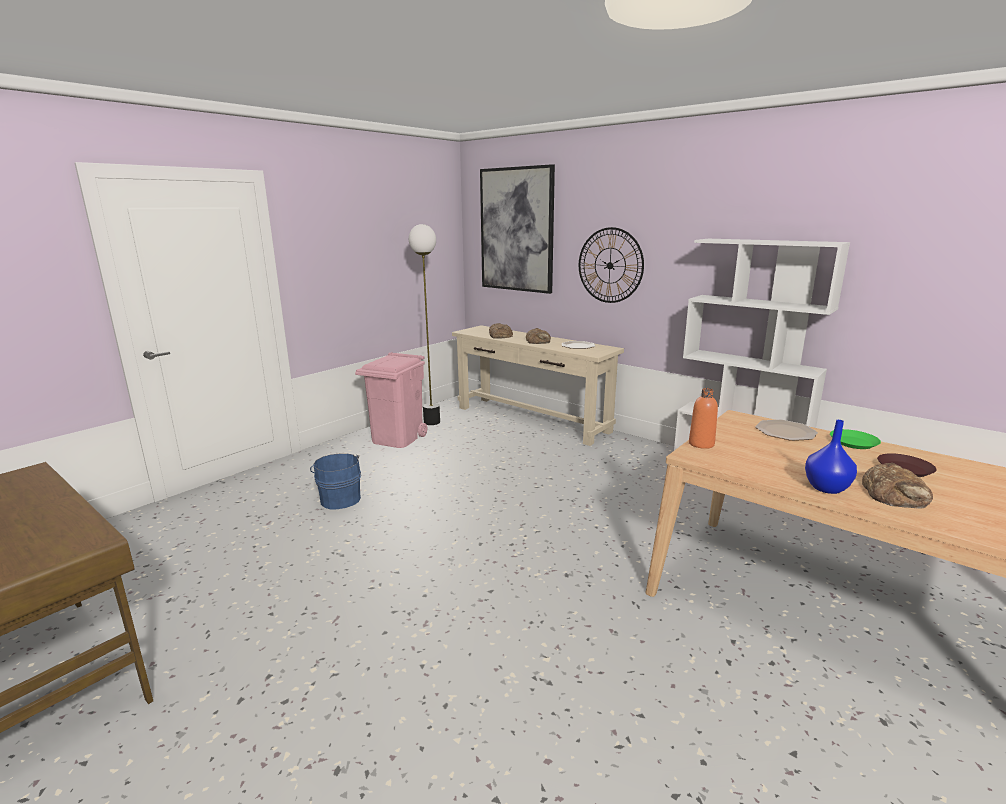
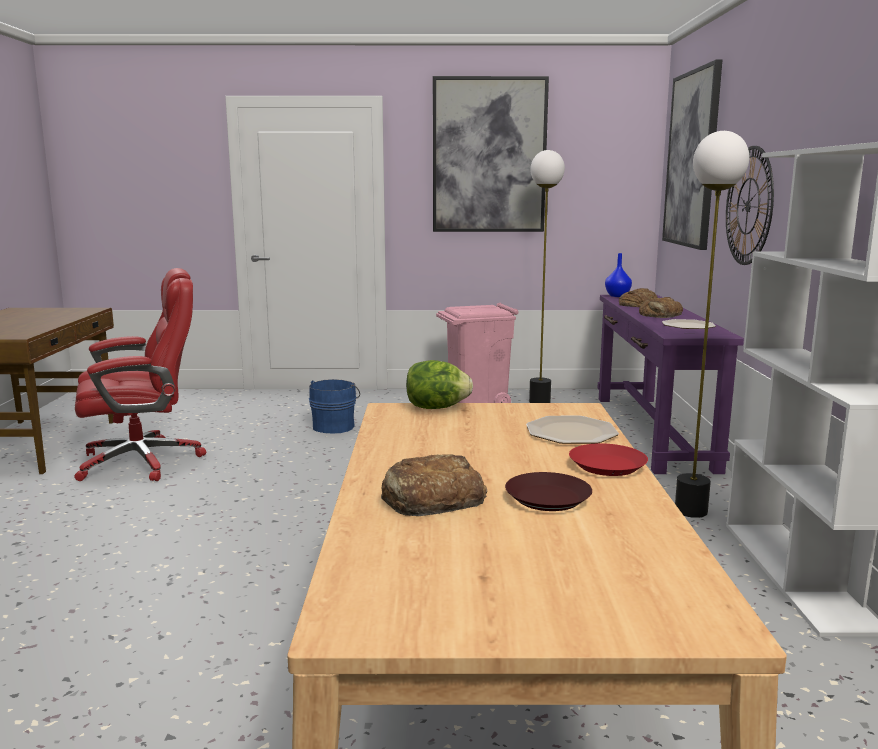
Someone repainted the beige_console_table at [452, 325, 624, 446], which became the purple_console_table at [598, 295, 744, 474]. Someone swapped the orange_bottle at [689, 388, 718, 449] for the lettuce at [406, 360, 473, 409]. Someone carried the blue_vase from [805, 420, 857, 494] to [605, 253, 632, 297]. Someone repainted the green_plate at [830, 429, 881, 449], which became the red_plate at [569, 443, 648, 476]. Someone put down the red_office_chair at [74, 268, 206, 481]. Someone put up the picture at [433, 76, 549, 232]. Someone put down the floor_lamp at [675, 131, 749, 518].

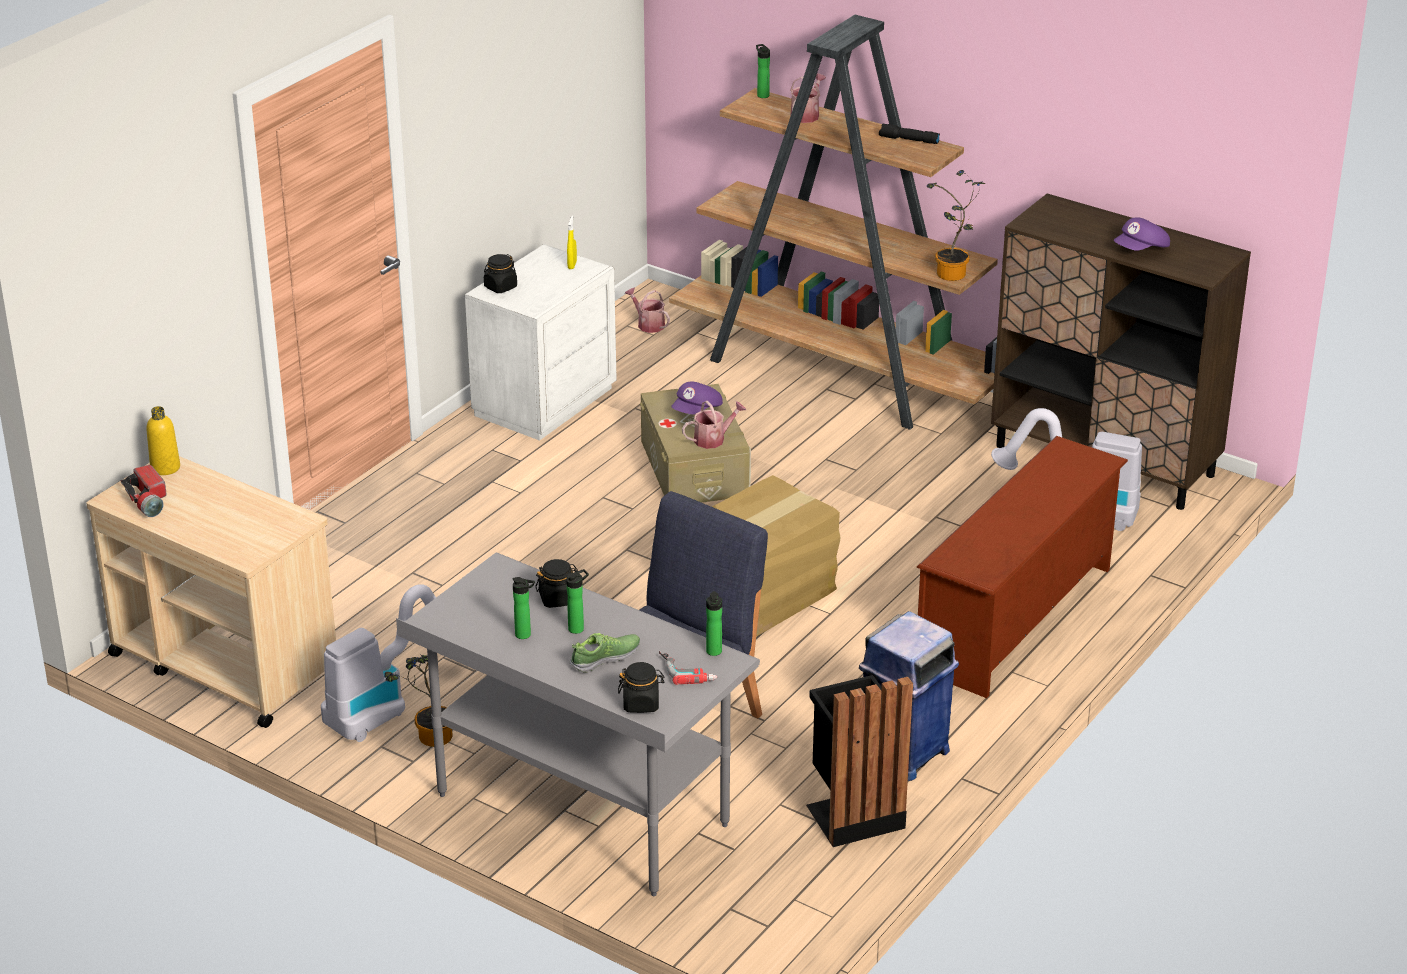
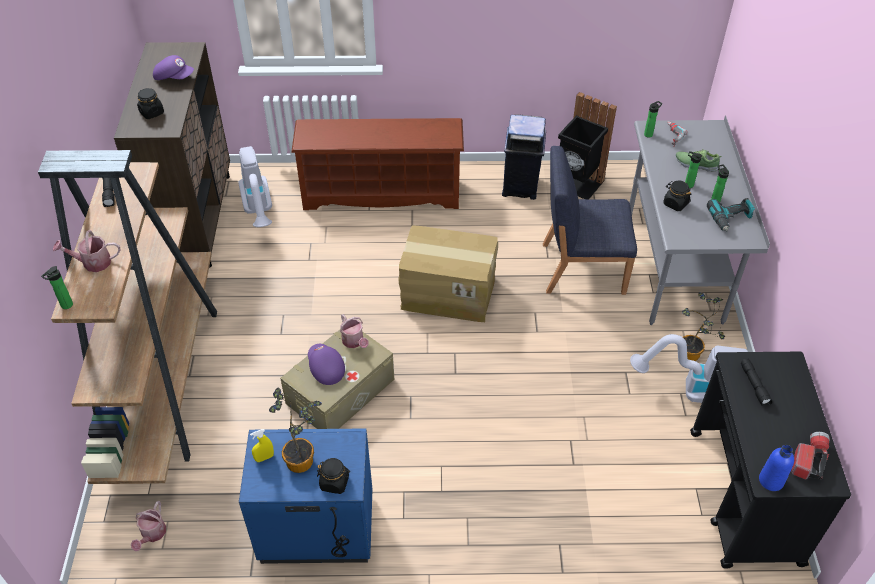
Someone repainted the beige_cart at [87, 456, 336, 728], which became the black_cart at [690, 352, 851, 569]. Someone repainted the yellow_bottle at [147, 406, 180, 475], which became the blue_bottle at [759, 445, 794, 491]. Someone repainted the white_nightstand at [465, 244, 617, 441], which became the blue_nightstand at [239, 428, 373, 564]. Someone carried the black_jar from [618, 662, 665, 713] to [137, 88, 164, 119]. Someone rotated the purple_cap at [671, 381, 723, 415] by 120 degrees counterclockwise. Someone rotated the watering_can at [682, 401, 746, 449] by 150 degrees counterclockwise. Someone carried the potted_plant from [927, 170, 986, 281] to [269, 388, 322, 473]. Someone put down the power_drill at [707, 198, 755, 232]. Someone put down the black_flashlight at [741, 359, 773, 406].

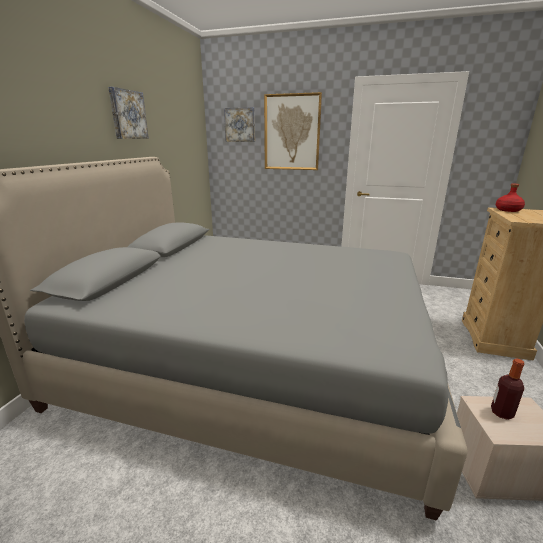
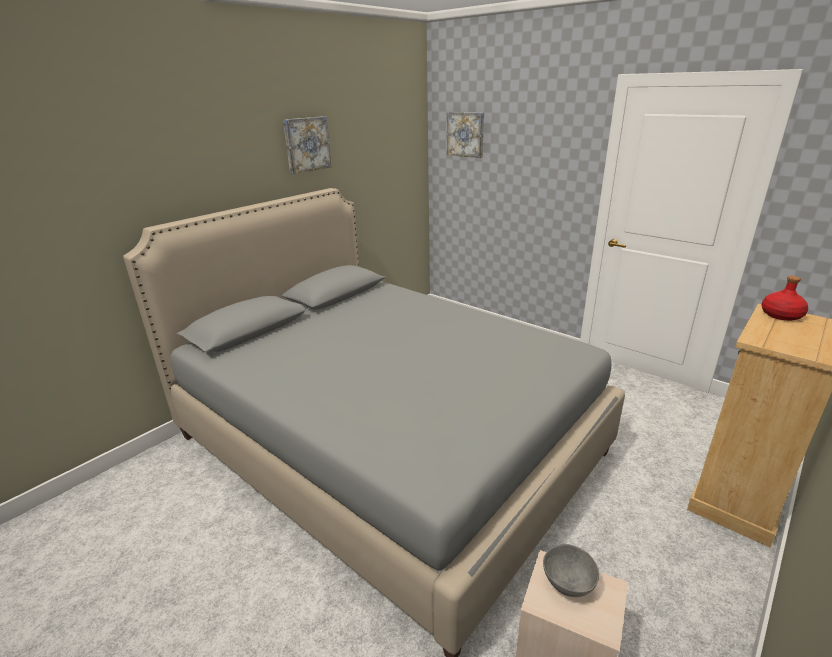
Someone took away the picture at [264, 92, 322, 170]. Someone swapped the bottle at [491, 358, 524, 420] for the grey_bowl at [543, 544, 599, 597].

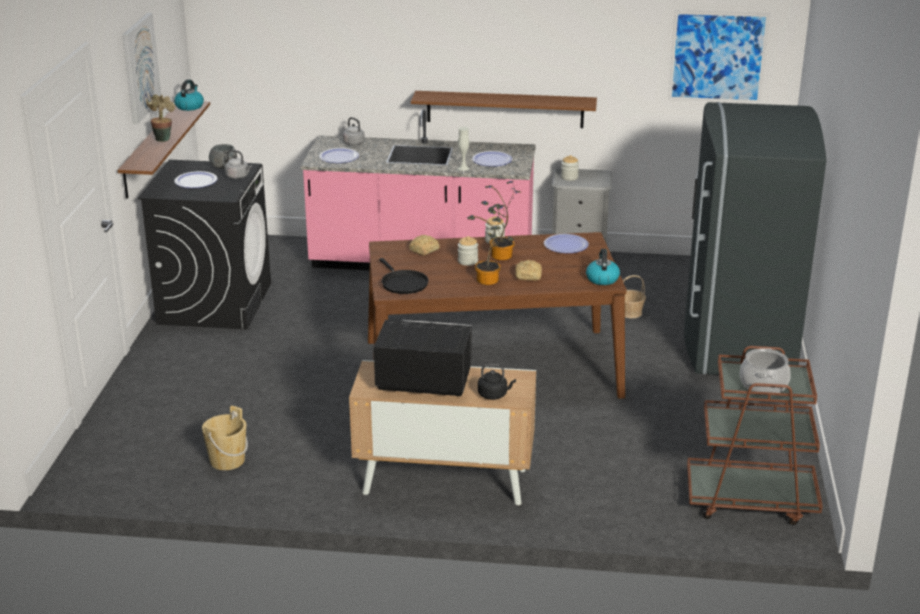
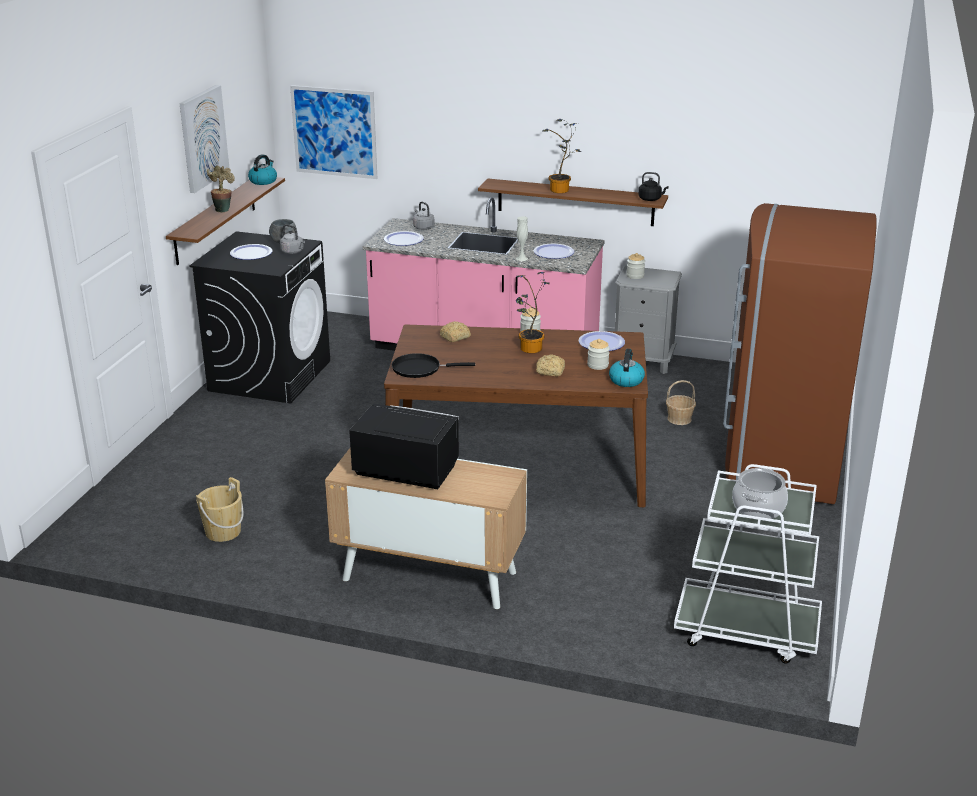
Someone rotated the black_frying_pan at [379, 258, 429, 294] by 105 degrees clockwise. Someone carried the jar from [458, 236, 478, 266] to [587, 339, 610, 370]. Someone carried the potted_plant from [467, 201, 514, 285] to [542, 119, 580, 193]. Someone carried the black_kettle from [478, 364, 516, 400] to [639, 172, 669, 201]. Someone carried the picture from [668, 10, 770, 104] to [290, 85, 377, 179]. Someone repainted the grey_fridge at [684, 102, 826, 375], which became the brown_fridge at [723, 203, 877, 505]. Someone repainted the brown_cart at [687, 346, 823, 525], which became the white_cart at [674, 464, 822, 663].

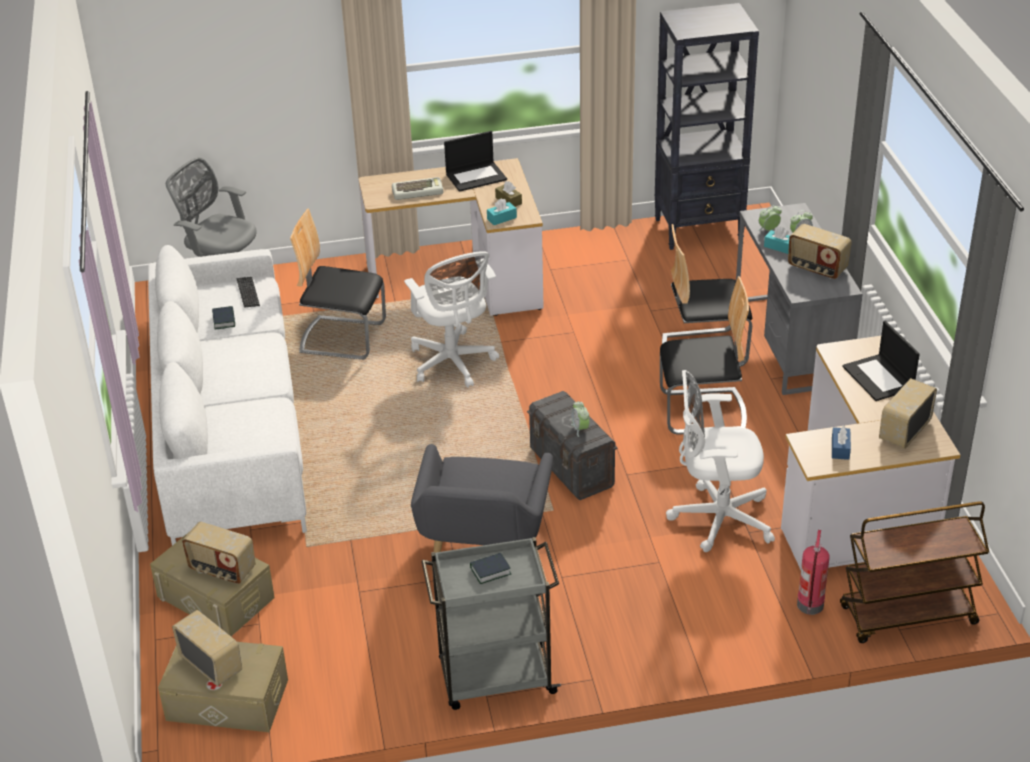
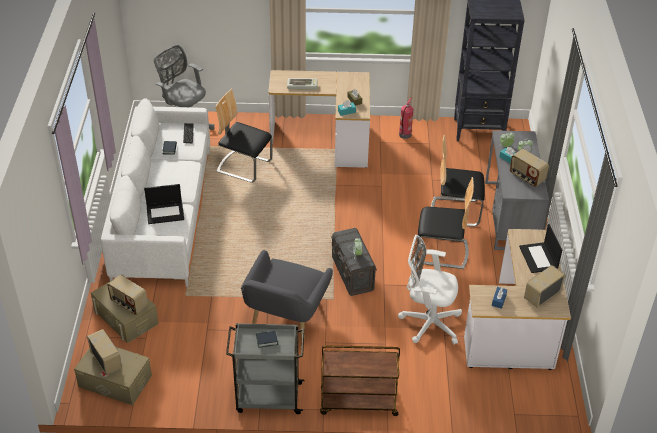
Someone took away the white_office_chair at [404, 251, 499, 388]. Someone carried the laptop from [444, 131, 507, 192] to [144, 184, 184, 224]. Someone carried the fire_extinguisher from [797, 530, 830, 615] to [399, 97, 414, 139]. Someone carried the brown_cart from [840, 501, 989, 643] to [320, 345, 400, 416].

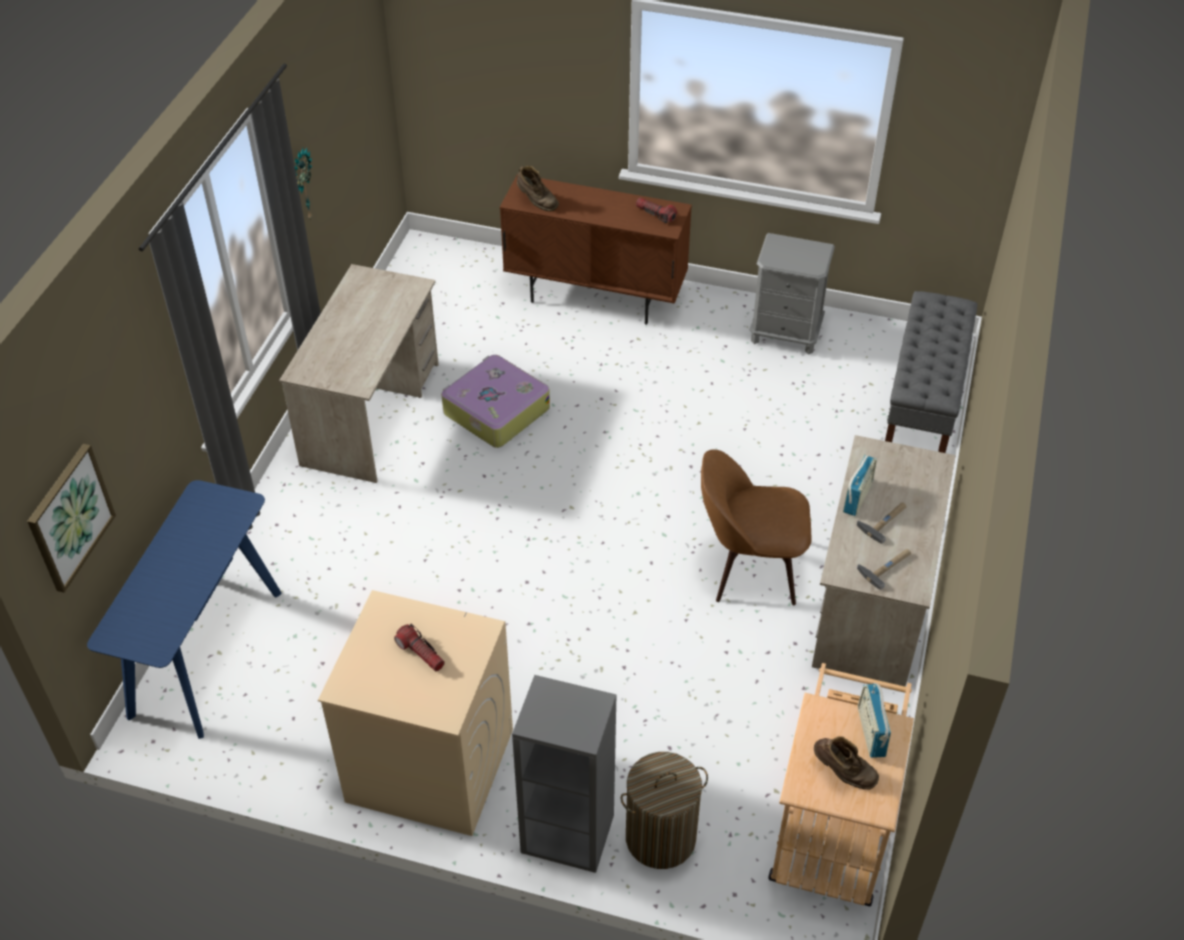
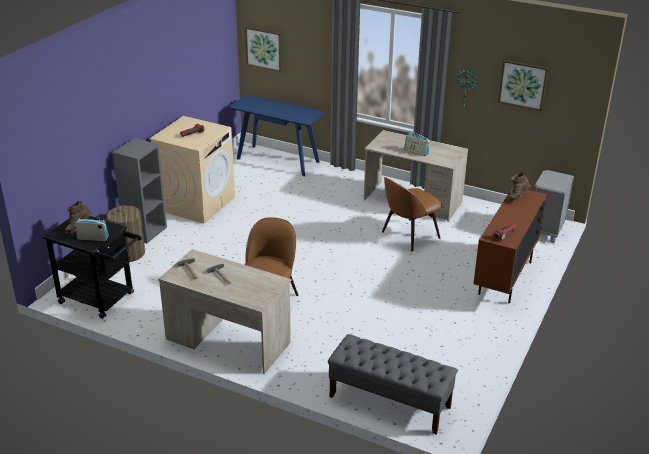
Someone swapped the suitcase at [441, 355, 550, 448] for the brown_chair at [382, 177, 442, 252]. Someone carried the grey_nightstand from [750, 233, 835, 355] to [534, 170, 574, 243]. Someone repainted the beige_cart at [768, 663, 914, 907], which became the black_cart at [43, 216, 142, 319]. Someone carried the radio from [843, 455, 877, 516] to [404, 131, 429, 156]. Someone put up the picture at [498, 60, 548, 111].

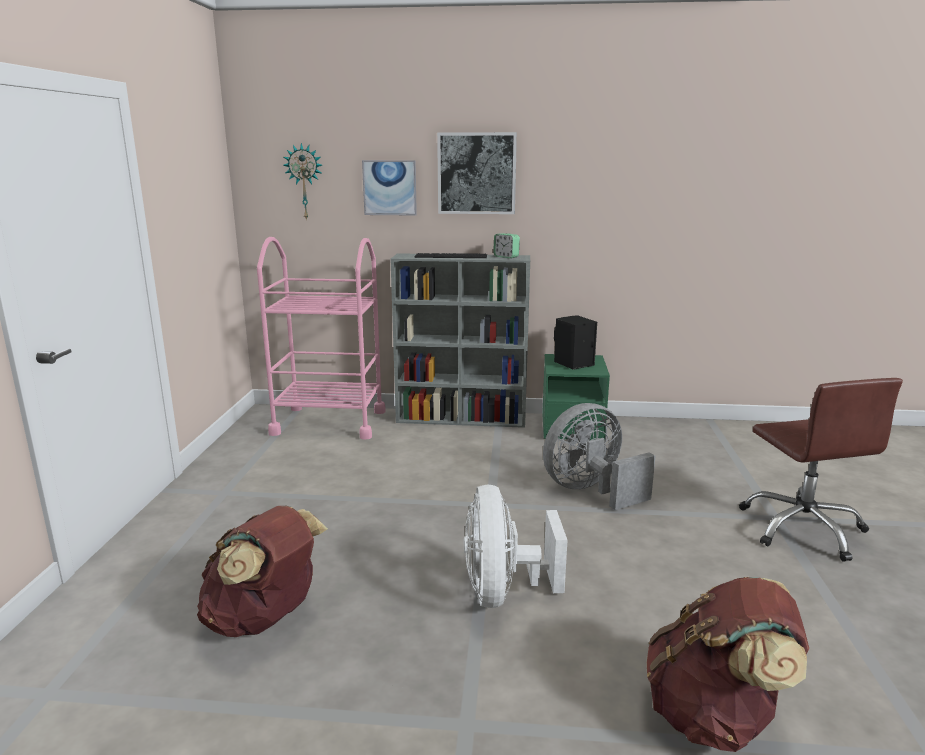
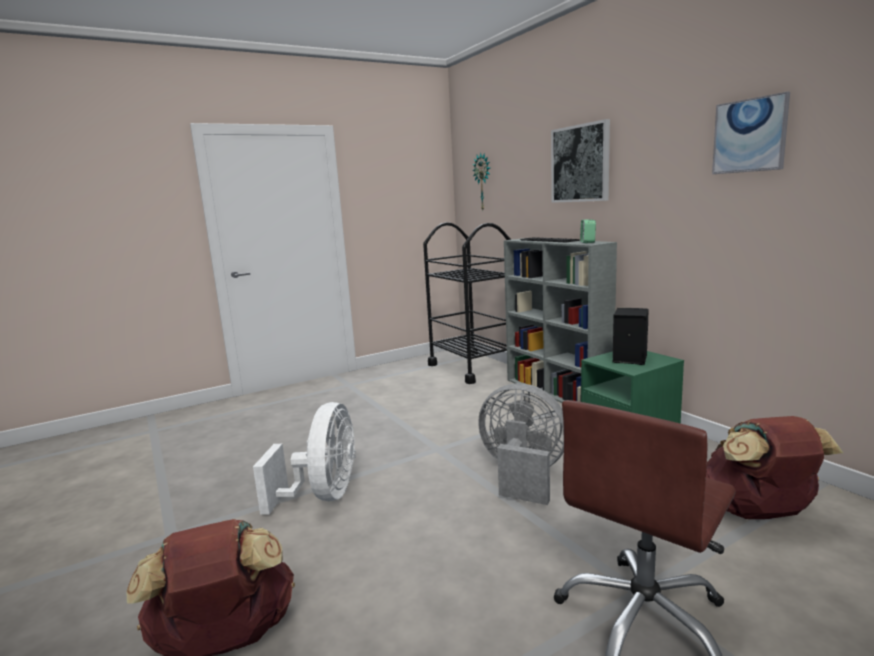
Someone carried the brown_backpack from [197, 506, 328, 637] to [706, 416, 843, 519]. Someone repainted the pink_cart at [257, 237, 386, 440], which became the black_cart at [423, 222, 511, 384]. Someone carried the picture from [362, 160, 417, 216] to [712, 92, 790, 174]. Someone rotated the white_fan at [464, 485, 567, 608] by 135 degrees clockwise.

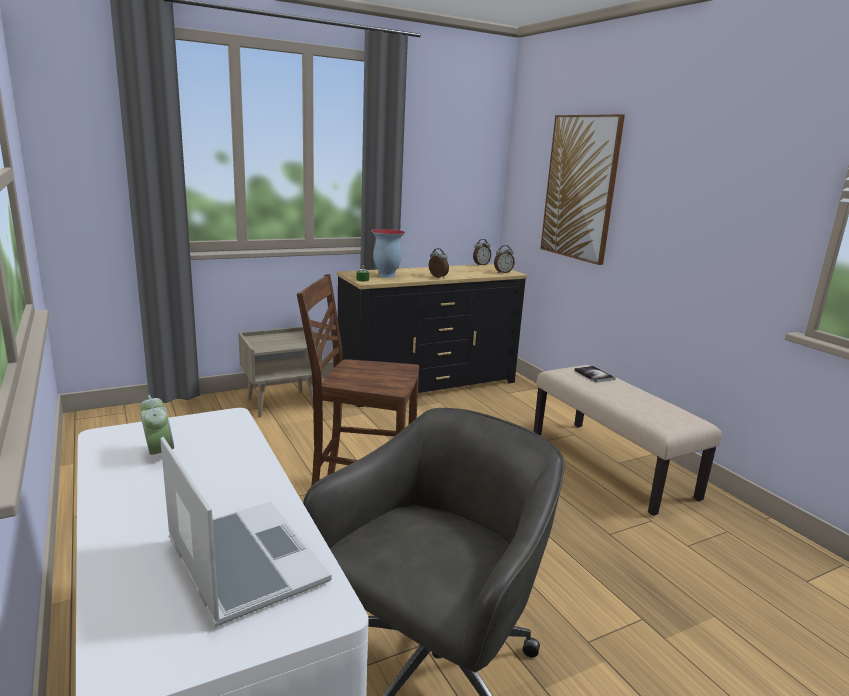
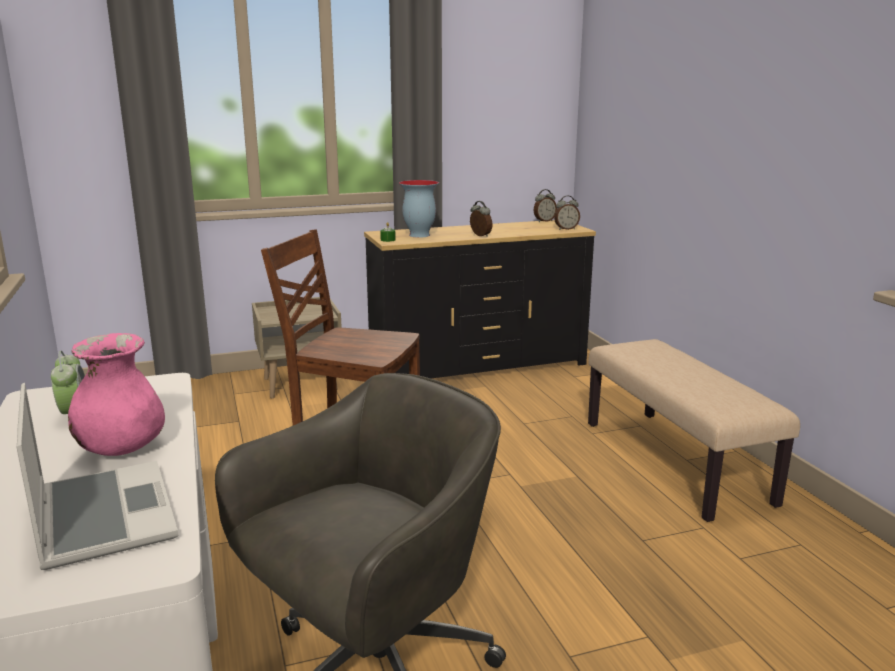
Someone took away the picture at [540, 114, 625, 265]. Someone took away the book at [574, 366, 615, 383]. Someone put down the pink_vase at [68, 333, 165, 456].

